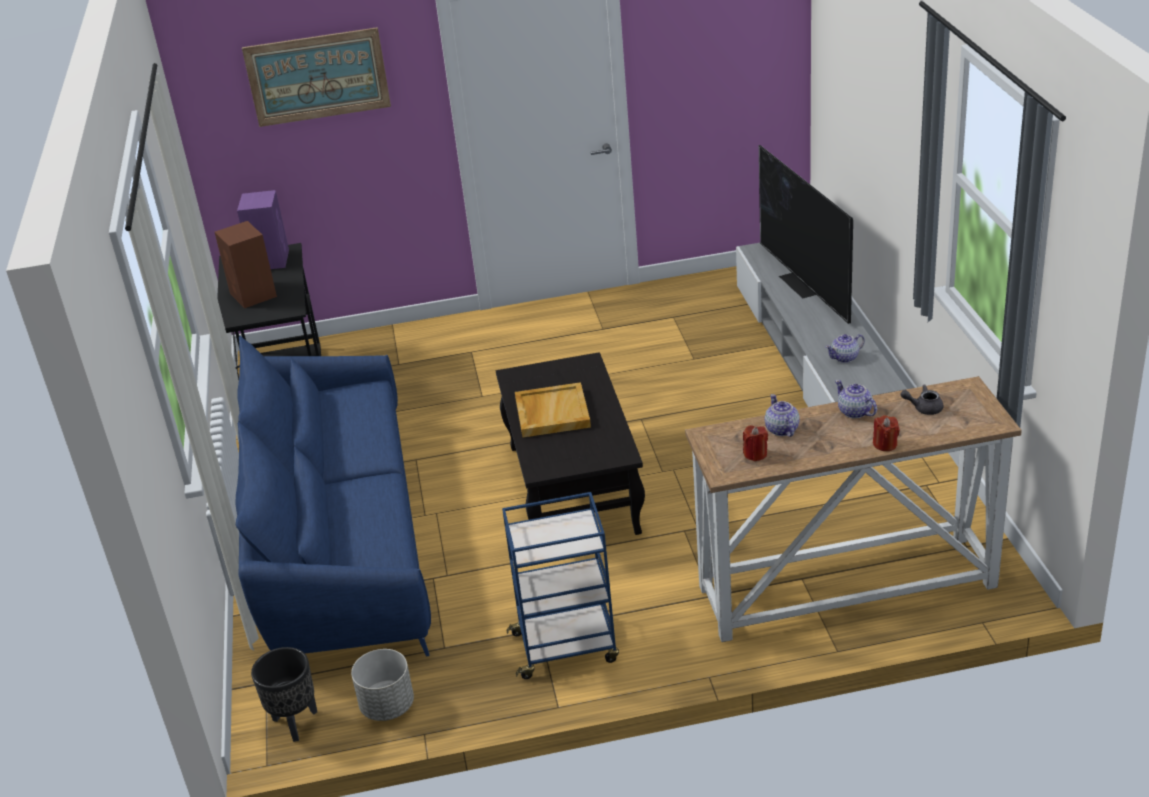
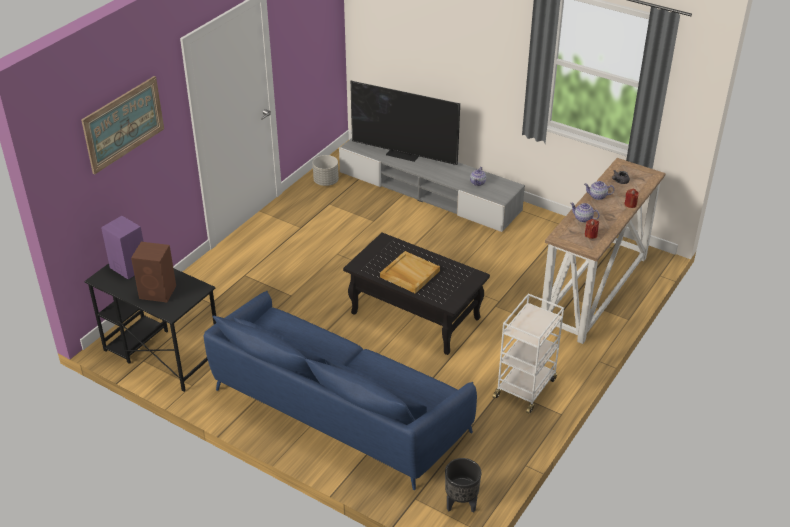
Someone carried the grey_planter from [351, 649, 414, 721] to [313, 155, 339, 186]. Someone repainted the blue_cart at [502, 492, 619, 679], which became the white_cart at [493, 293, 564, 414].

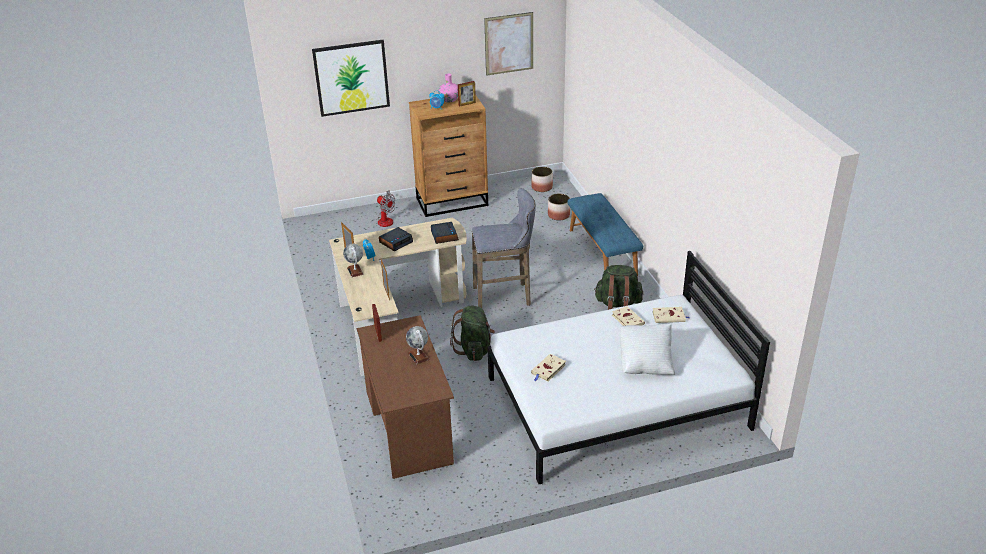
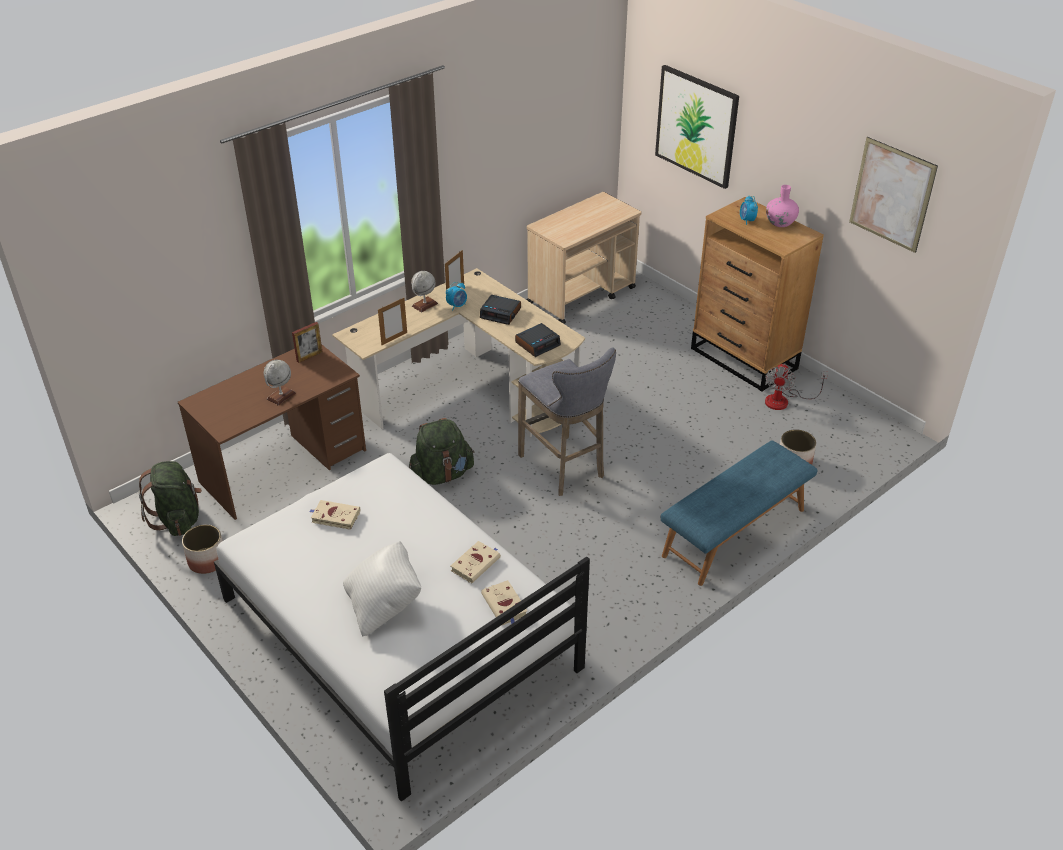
Someone carried the fan from [377, 190, 396, 227] to [765, 364, 828, 410]. Someone took away the picture_frame at [458, 81, 476, 107]. Someone carried the planter from [531, 167, 553, 192] to [182, 525, 223, 574]. Someone carried the green_backpack from [594, 265, 643, 310] to [139, 461, 202, 536]. Someone put down the beige_cart at [526, 192, 641, 324].

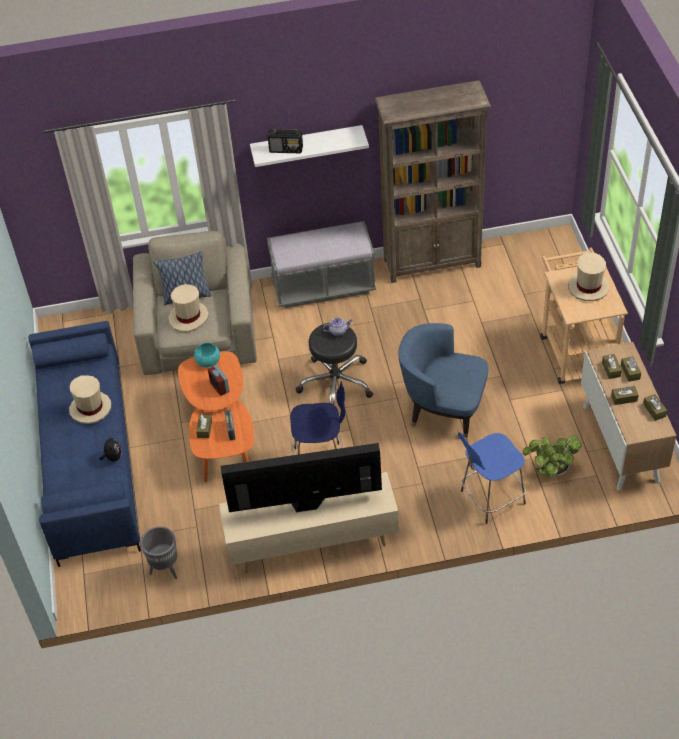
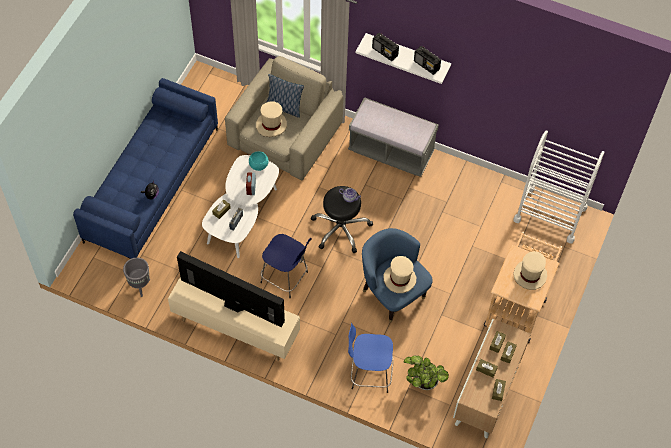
Someone carried the beige_hat from [69, 375, 111, 424] to [383, 256, 416, 293]. Someone repainted the orange_coffee_table at [178, 351, 254, 482], which became the white_coffee_table at [202, 155, 279, 258]. Someone took away the brown_bookcase at [375, 80, 491, 283]. Someone put down the radio at [414, 46, 441, 75]. Someone put down the white_cart at [513, 131, 604, 243].

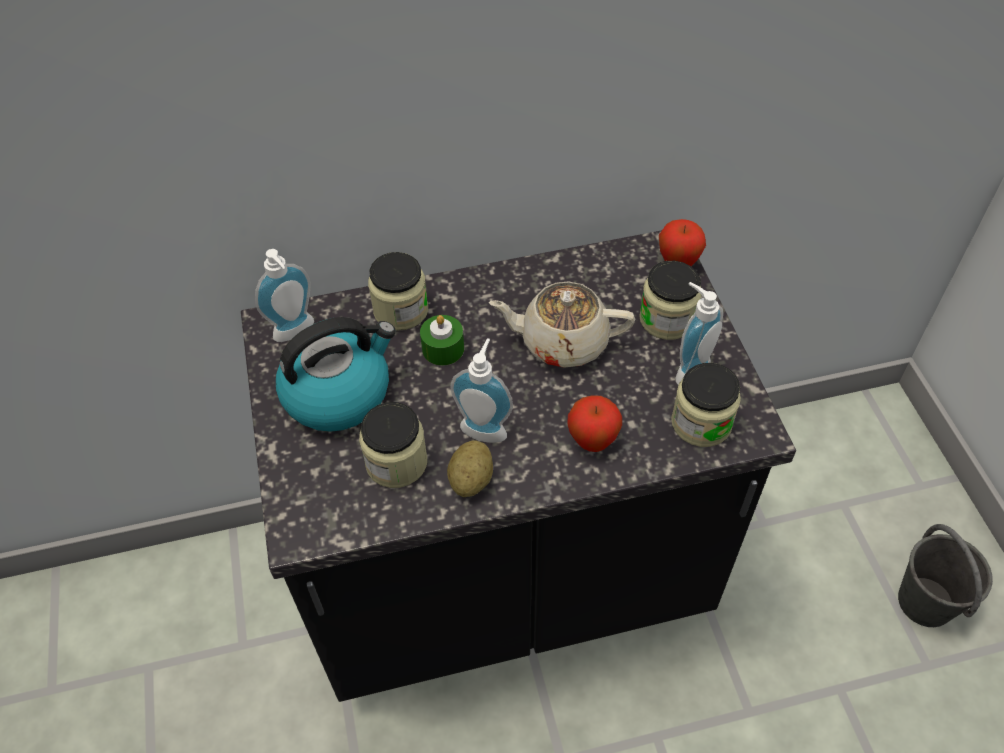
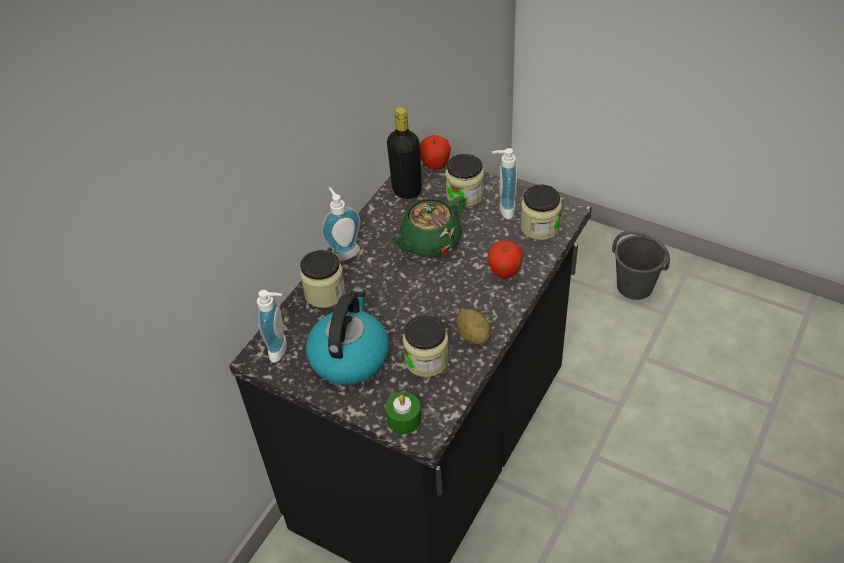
Someone carried the green_candle from [420, 315, 464, 366] to [385, 392, 421, 434]. Someone carried the soap_dispenser from [450, 338, 513, 443] to [321, 187, 361, 261]. Someone repainted the beige_teapot at [488, 281, 635, 368], which became the green_teapot at [389, 196, 465, 257]. Someone put down the black_bottle at [387, 107, 422, 199].

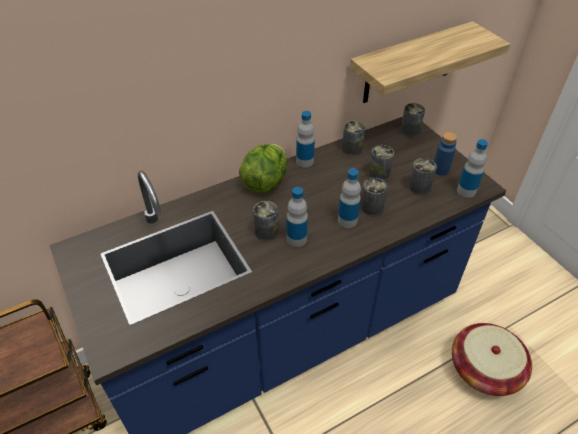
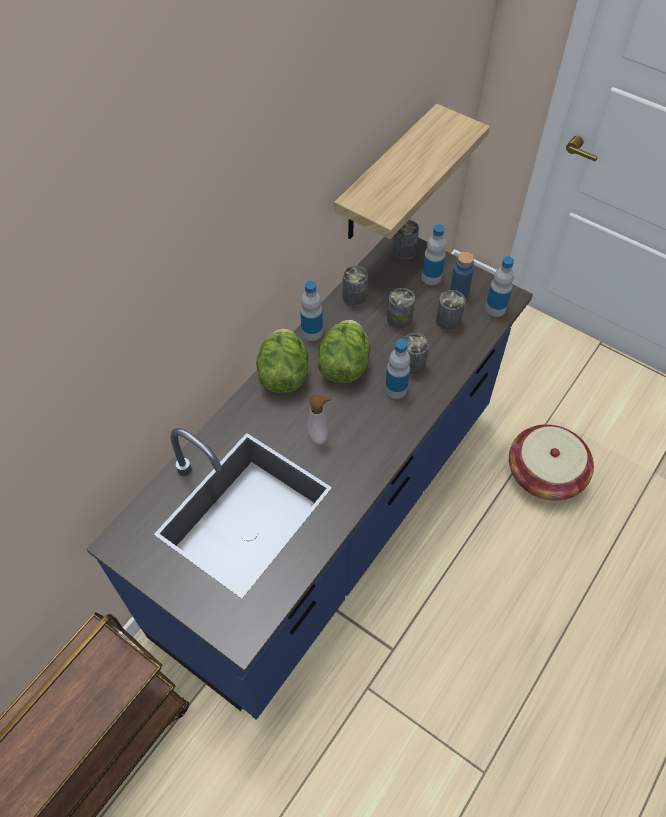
Someone swapped the can at [253, 201, 279, 241] for the soap_dispenser at [308, 395, 332, 444]. Someone carried the bottle from [287, 187, 308, 247] to [421, 224, 446, 285]. Someone put down the lettuce at [318, 320, 370, 383].

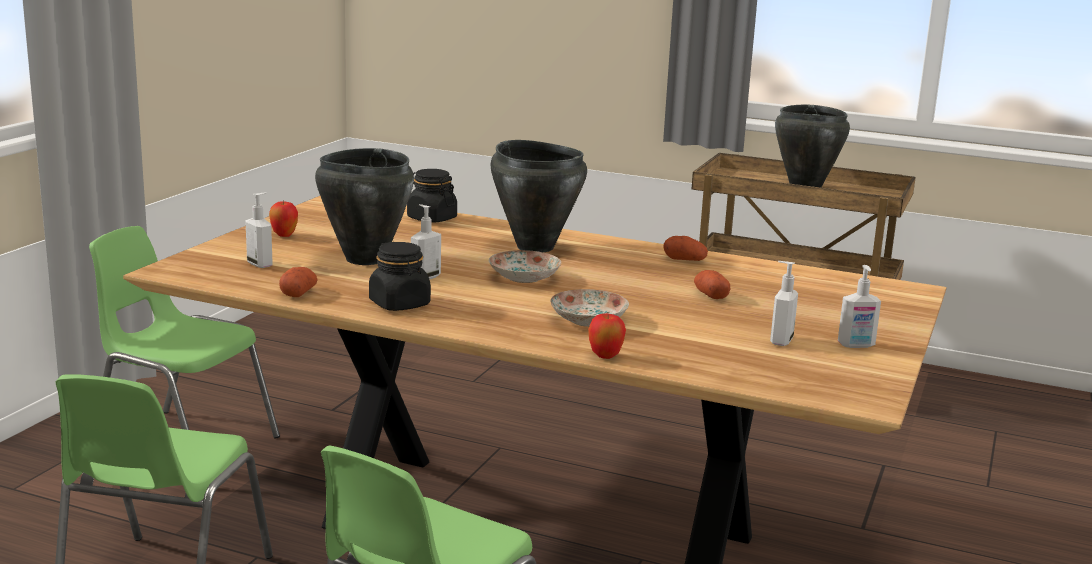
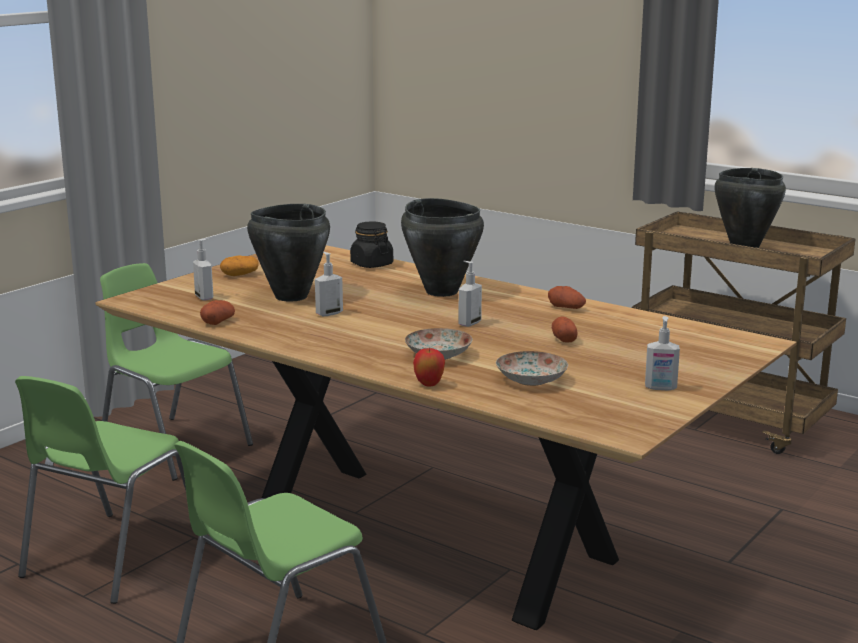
Someone swapped the apple at [269, 200, 298, 237] for the potato at [220, 255, 259, 276]. Someone took away the black_jar at [369, 242, 431, 311]. Someone carried the plate from [489, 250, 561, 283] to [496, 351, 568, 386]. Someone carried the soap_dispenser from [770, 261, 798, 346] to [458, 261, 482, 327].

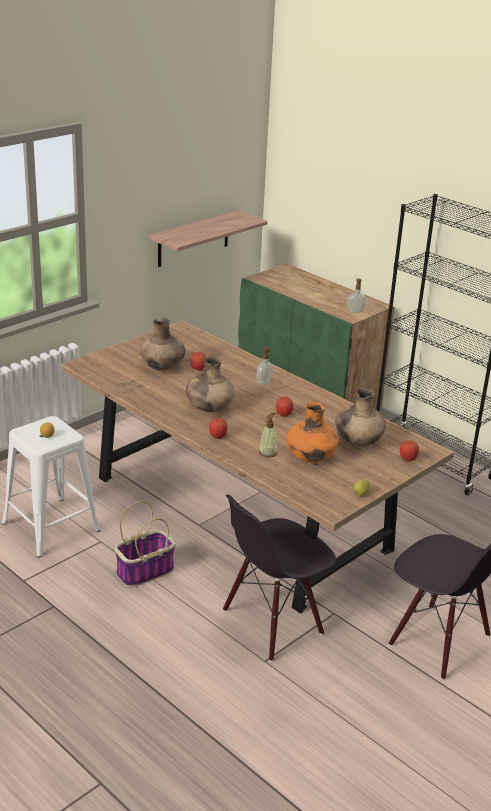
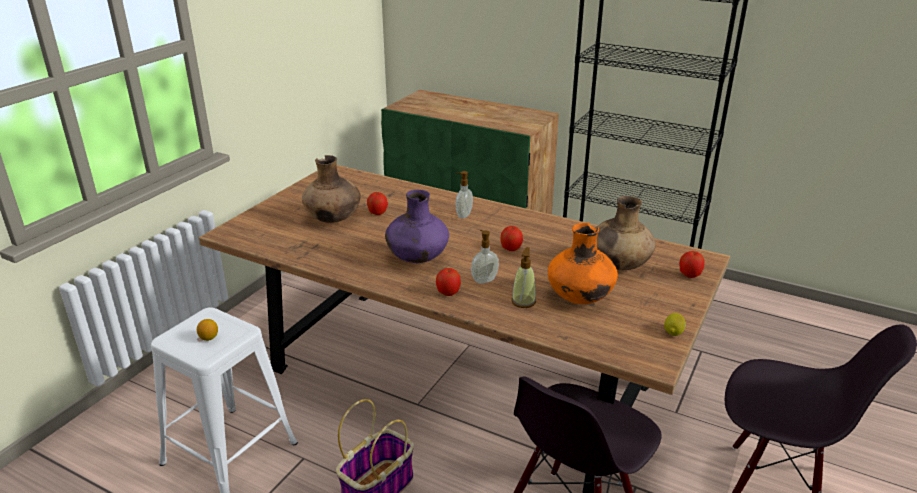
Someone took away the shelf at [148, 210, 268, 267]. Someone repainted the brown_vase at [186, 356, 235, 412], which became the purple_vase at [385, 190, 449, 263]. Someone carried the soap_dispenser from [347, 279, 366, 313] to [471, 230, 499, 284].

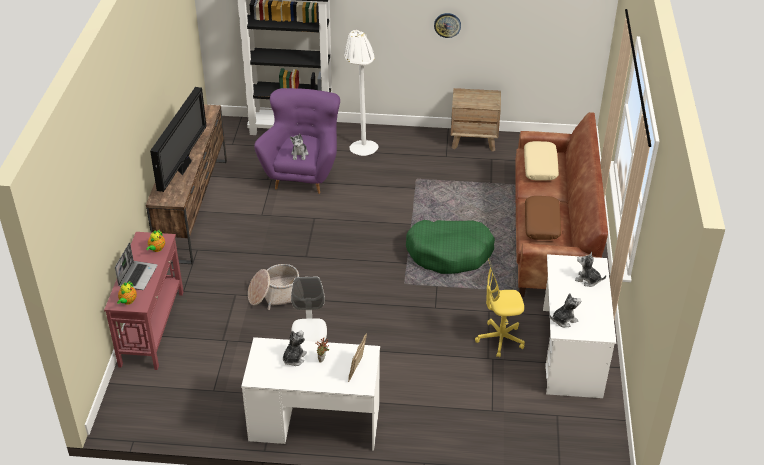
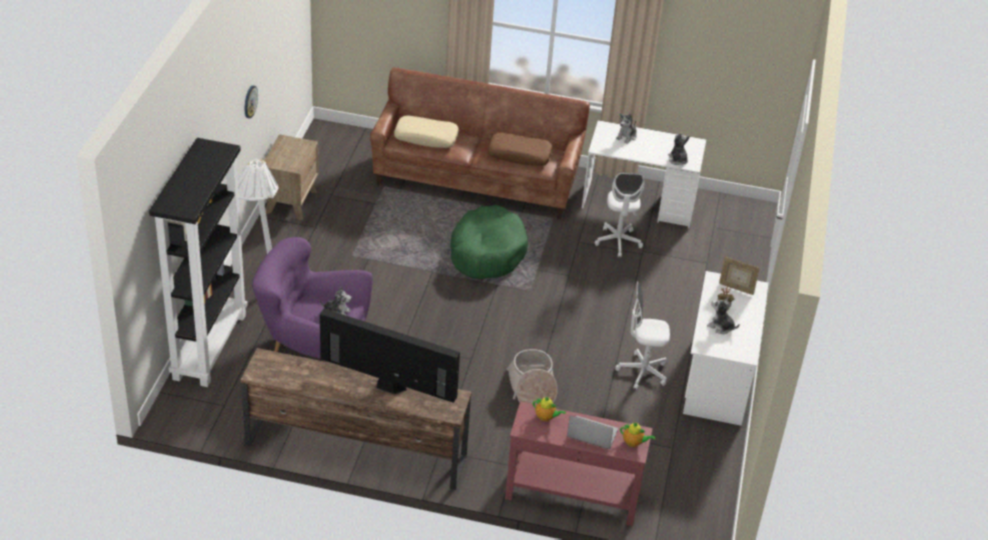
Someone repainted the yellow_office_chair at [475, 259, 525, 357], which became the white_office_chair at [595, 172, 644, 257].

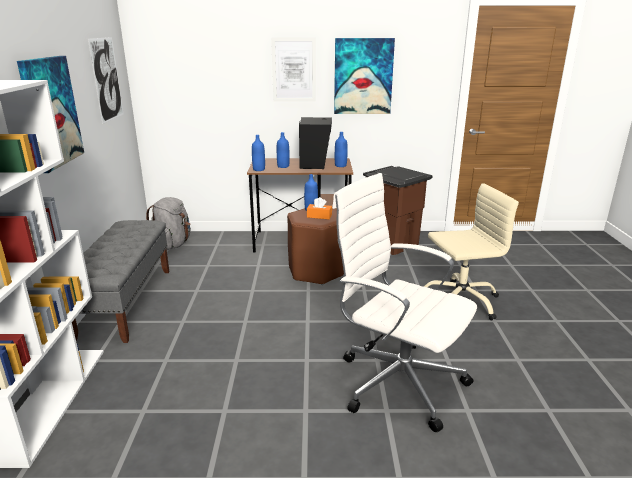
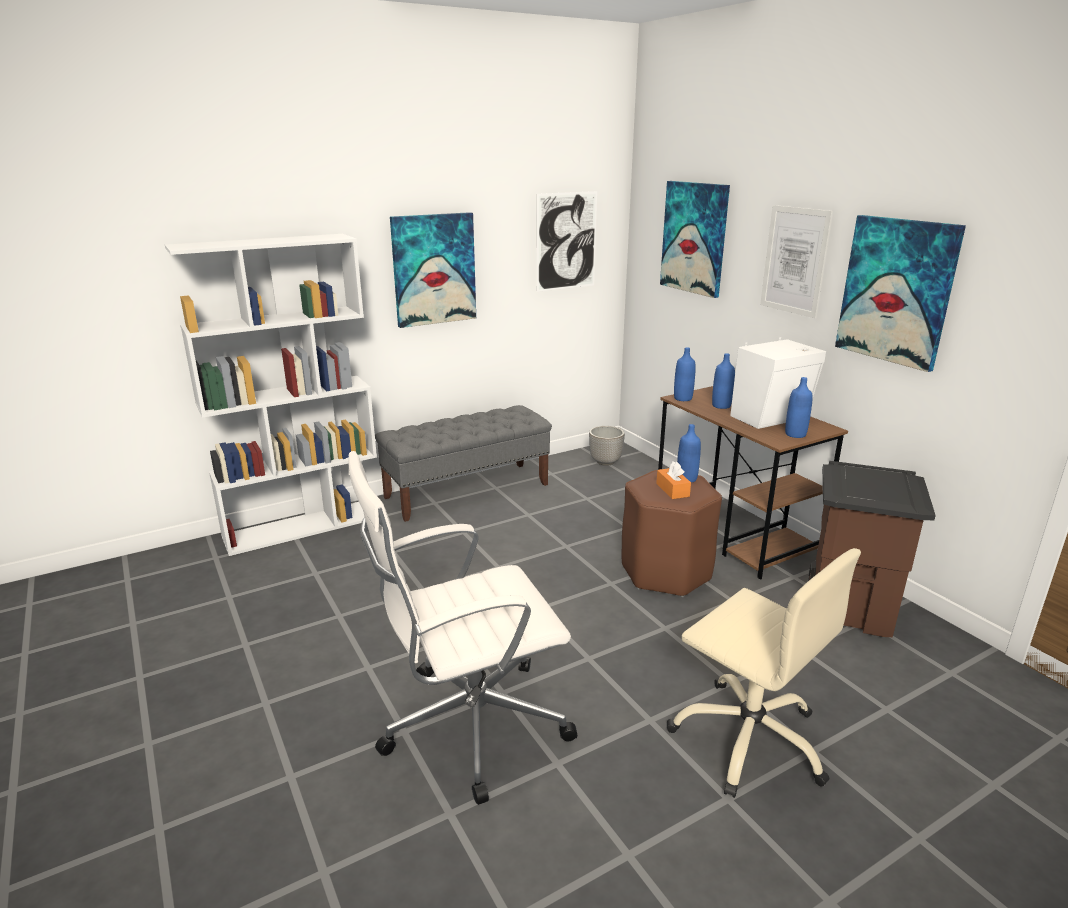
Someone swapped the grey_backpack at [146, 197, 191, 250] for the planter at [589, 426, 625, 466]. Someone repainted the black_speaker at [299, 116, 332, 169], which became the white_speaker at [730, 337, 826, 429]. Someone rotated the white_office_chair at [332, 173, 477, 433] by 120 degrees counterclockwise. Someone put up the picture at [660, 181, 730, 298].

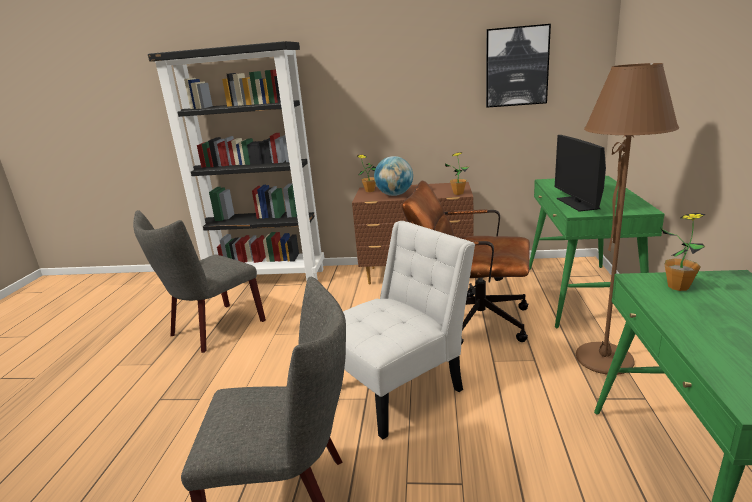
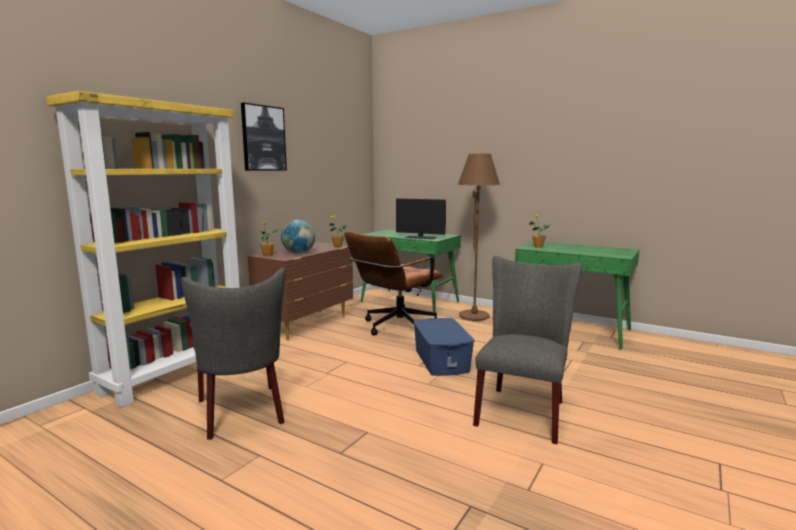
Someone repainted the black_bookcase at [148, 41, 324, 280], which became the yellow_bookcase at [46, 91, 240, 407]. Someone swapped the white_chair at [343, 221, 475, 439] for the blue_storage_box at [413, 318, 475, 376]. Someone carried the picture from [486, 24, 551, 108] to [241, 103, 287, 171].

